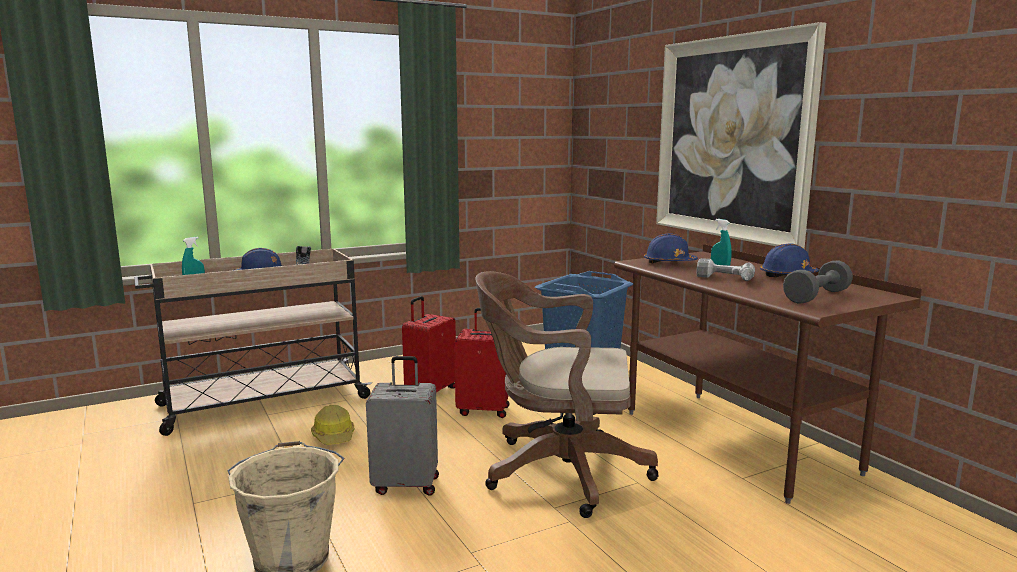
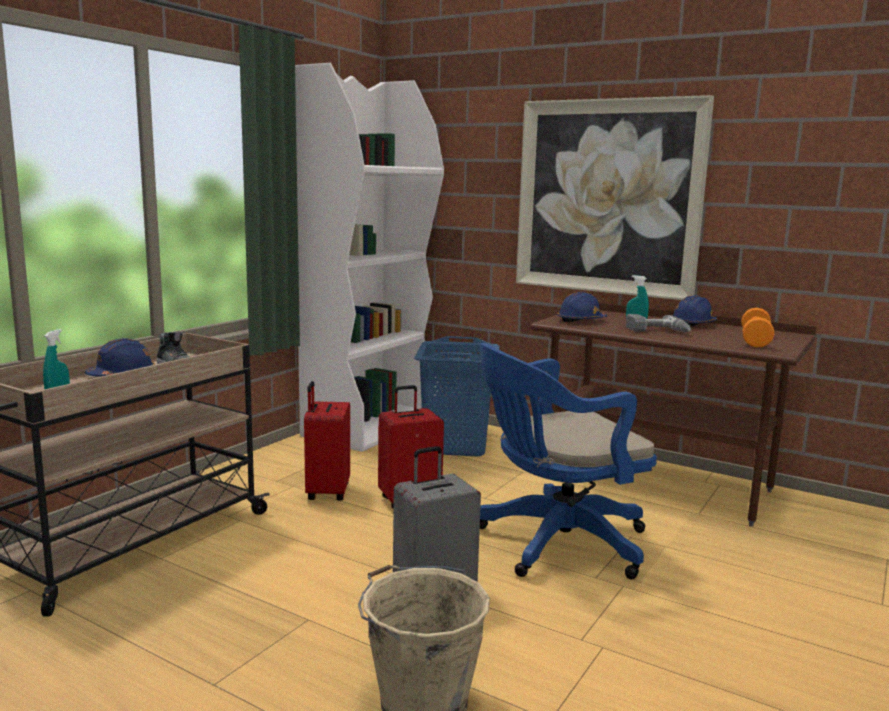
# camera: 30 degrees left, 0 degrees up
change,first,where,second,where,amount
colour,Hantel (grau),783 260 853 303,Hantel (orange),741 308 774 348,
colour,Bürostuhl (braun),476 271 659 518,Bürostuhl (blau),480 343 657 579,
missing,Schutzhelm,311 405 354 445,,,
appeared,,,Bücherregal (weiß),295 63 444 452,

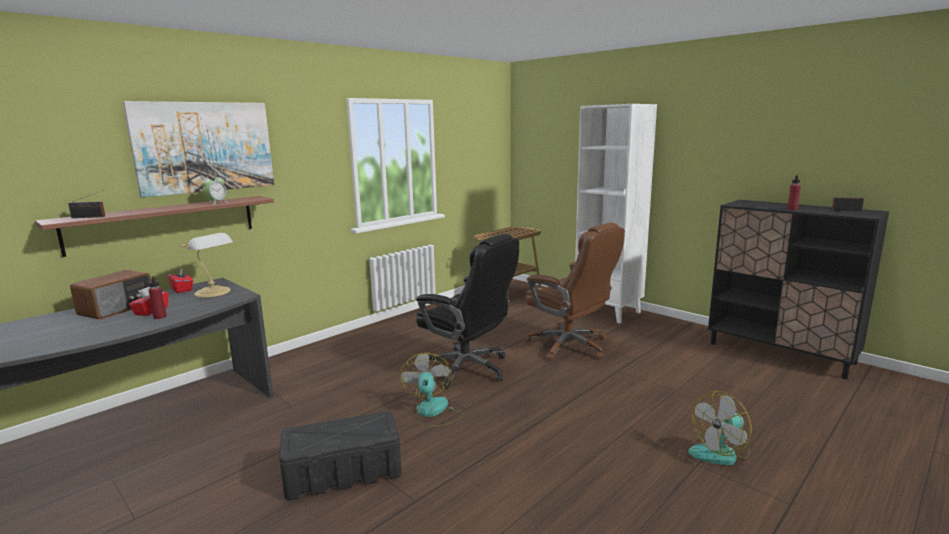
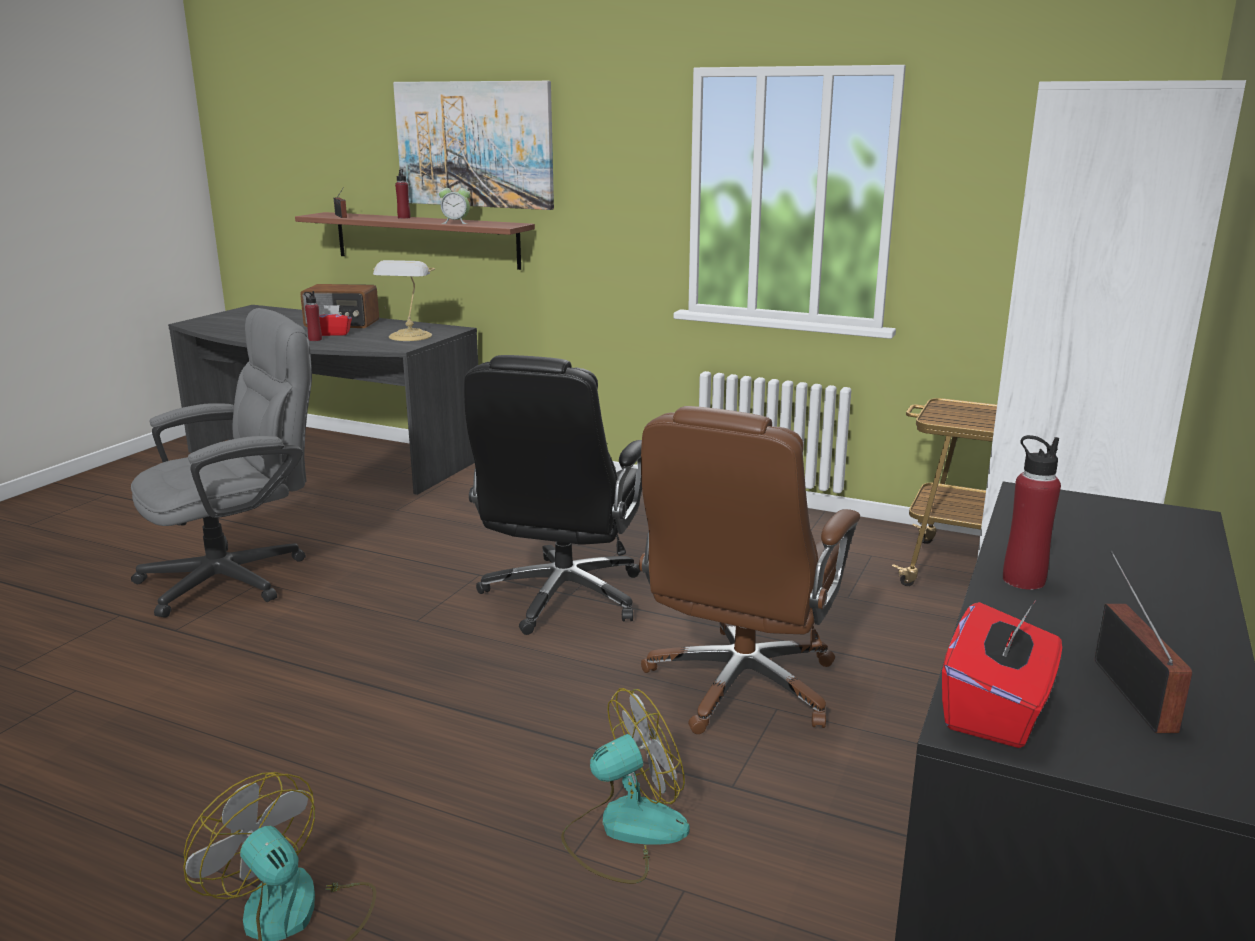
# camera: 70 degrees right, 5 degrees up
change,first,where,second,where,amount
relocated,Taschentuchbox (rot),167 268 193 293,,942 602 1062 748,
relocated,Ventilator,400 353 464 427,,561 688 690 884,
exchanged,Aufbewahrungsbox (schwarz),279 411 402 500,Bürostuhl (grau),131 308 312 618,
appeared,,,Flasche (rot),395 169 411 219,

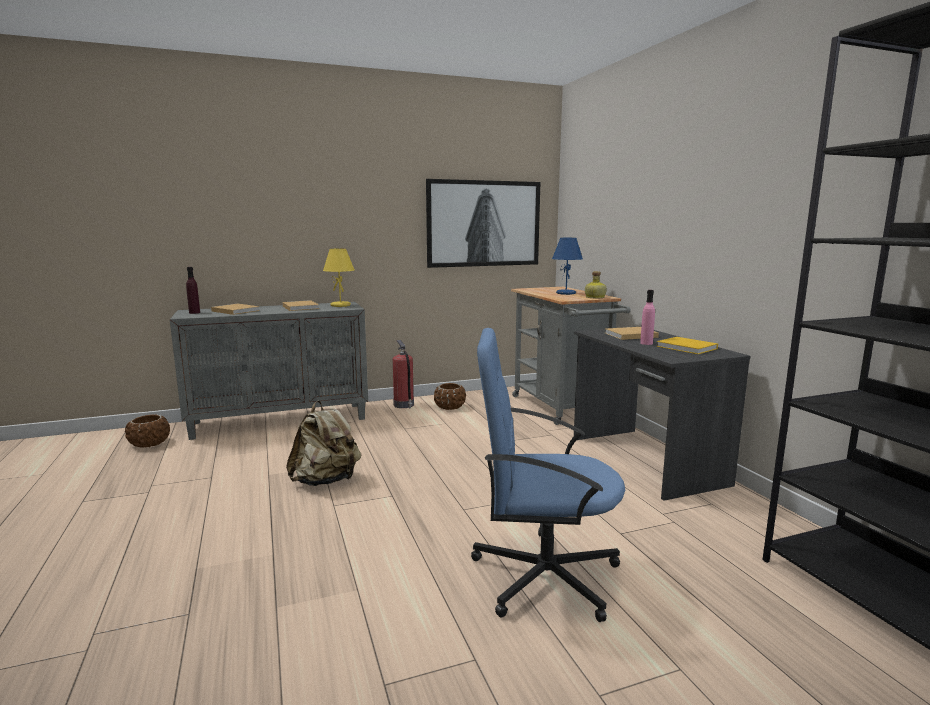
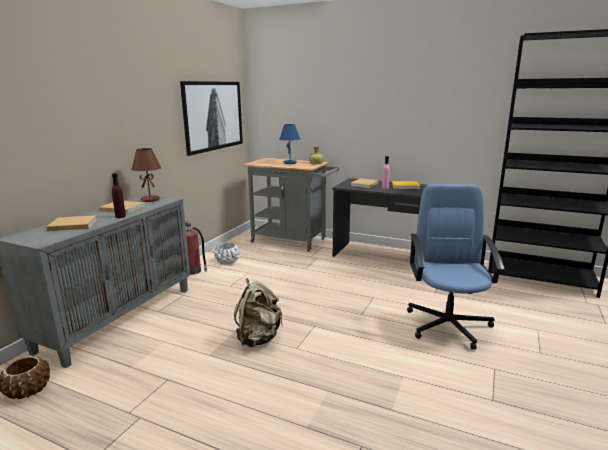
# camera: 45 degrees left, 5 degrees up
change,first,where,second,where,amount
colour,Tischlampe (gelb),323 249 355 307,Tischlampe (braun),131 148 161 202,
relocated,Flasche (lila),186 267 200 314,,112 173 126 218,
spun,Bürostuhl (blau),471 328 625 622,,407 184 505 350,135 degrees clockwise
colour,Pflanzkübel (braun),434 383 466 410,Pflanzkübel (weiß),214 243 239 265,

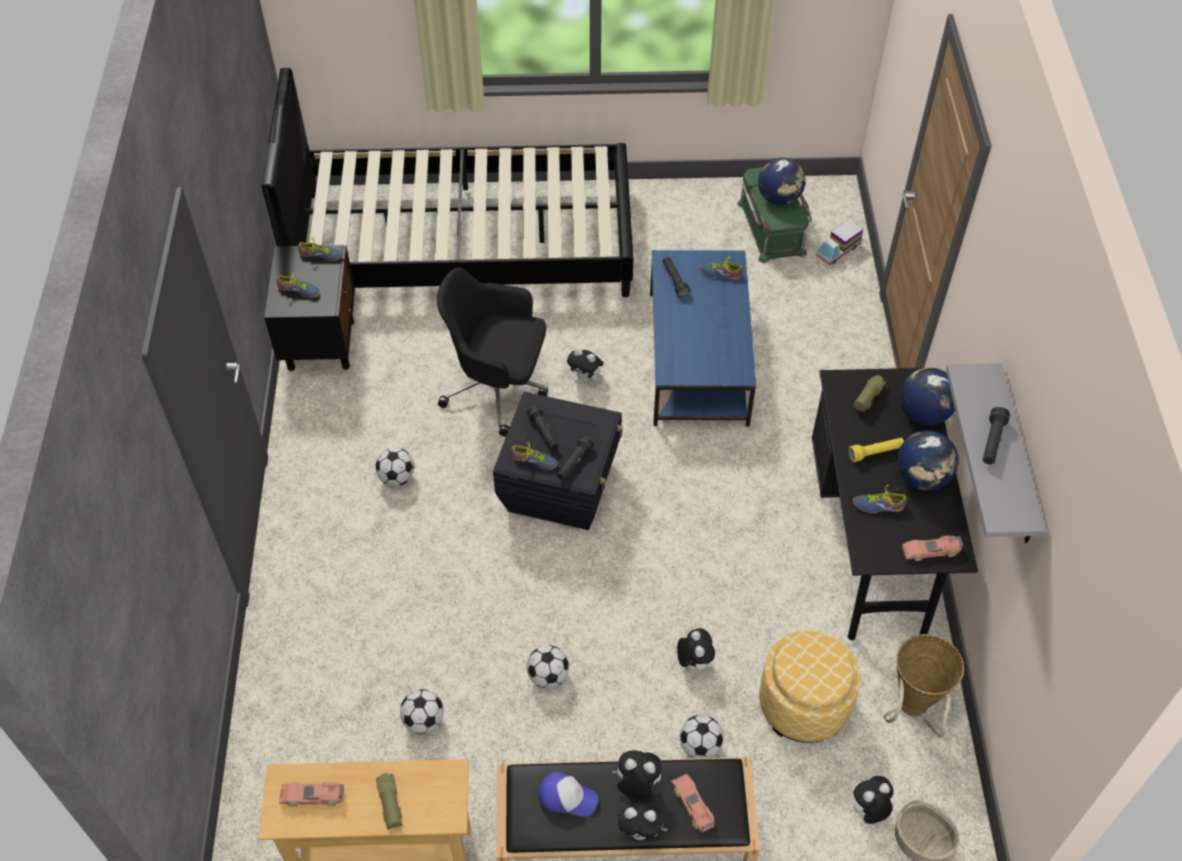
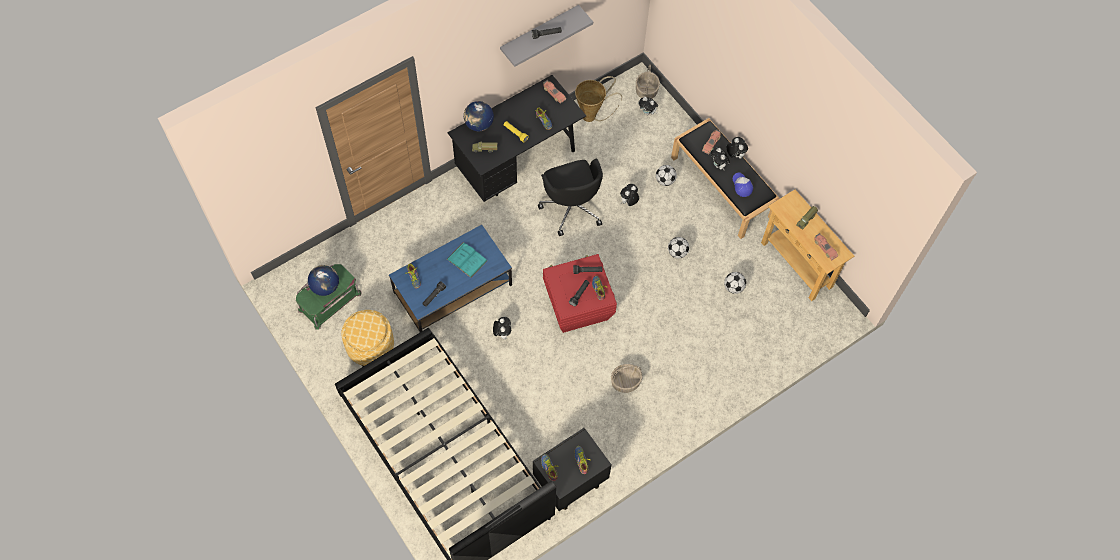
# camera: 125 degrees left, 10 degrees up
change,first,where,second,where,amount
missing,Spielzeuglaster,816 219 863 265,,,
relocated,Bürostuhl (schwarz),437 268 548 437,,538 159 603 236,
colour,Aufbewahrungsbox (schwarz),493 392 623 530,Aufbewahrungsbox (rot),543 254 617 333,
missing,Globus,897 430 959 490,,,
exchanged,Fußball,375 448 414 486,Korb,611 364 642 393,
relocated,Polsterhocker,759 631 861 743,,341 310 394 367,
appeared,,,Buch (türkis),447 242 488 278,

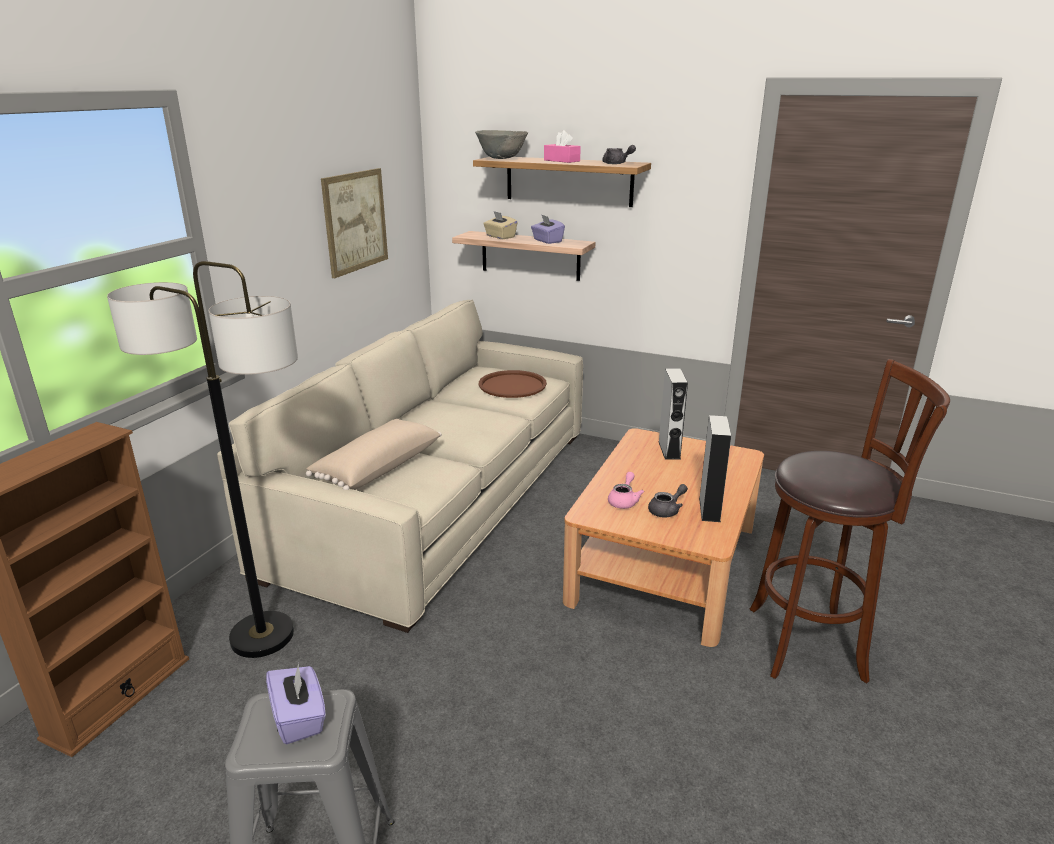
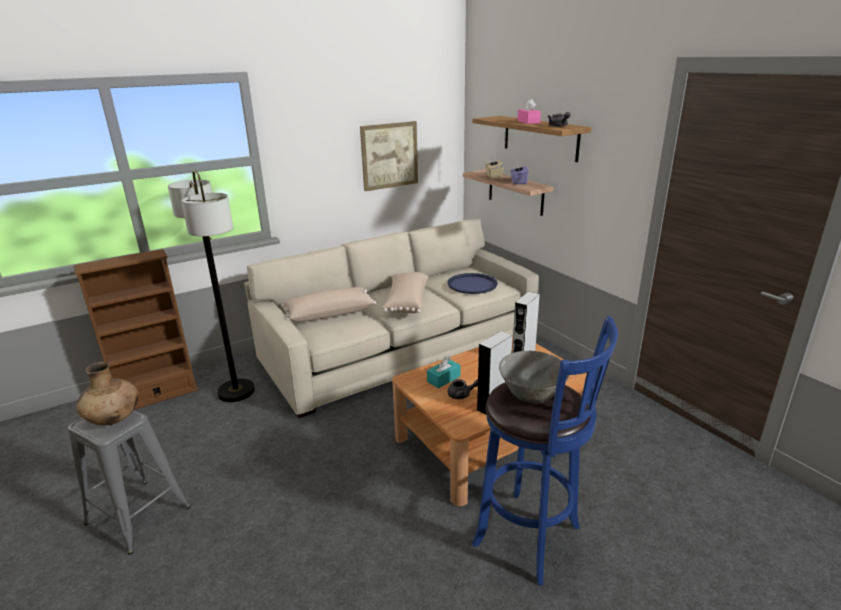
# camera: 35 degrees right, 0 degrees up
change,first,where,second,where,amount
relocated,Schüssel (grau),475 130 528 159,,499 351 570 403,
colour,Hocker (braun),749 359 950 683,Hocker (blau),472 316 618 586,
colour,Tablett (braun),479 370 547 398,Tablett (blau),447 273 498 294,
exchanged,Teekanne (rosa),608 472 644 509,Taschentuchbox (türkis),427 356 461 388,
exchanged,Taschentuchbox (lila),266 663 326 744,Vase (braun),76 362 139 425,
appeared,,,Kissen (beige),382 272 428 313,

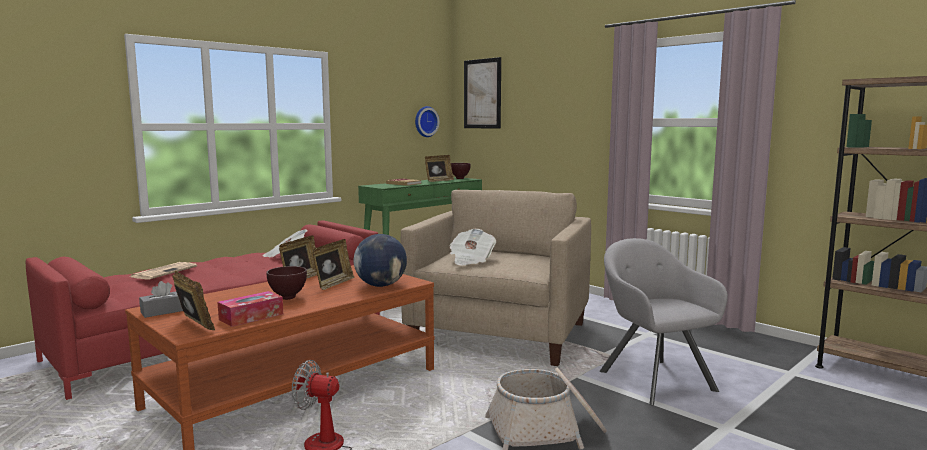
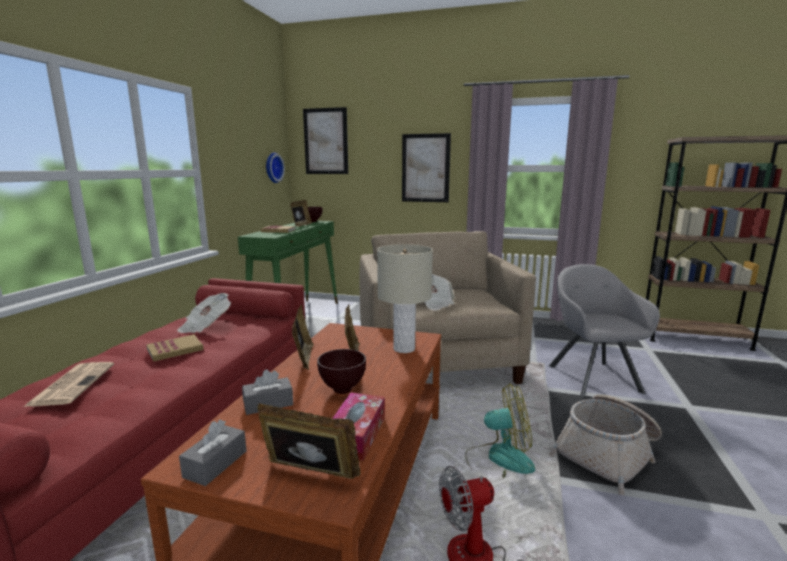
# camera: 30 degrees left, 5 degrees up
change,first,where,second,where,amount
exchanged,Globus,354 234 407 287,Tischlampe (beige),377 244 433 353,
spun,Sessel (grau),600 238 728 406,,549 264 660 398,45 degrees clockwise
appeared,,,Bild,402 133 451 202,
appeared,,,Buch,147 335 204 362,
appeared,,,Taschentuchbox (grau),242 369 293 415,
appeared,,,Ventilator,465 383 535 478,

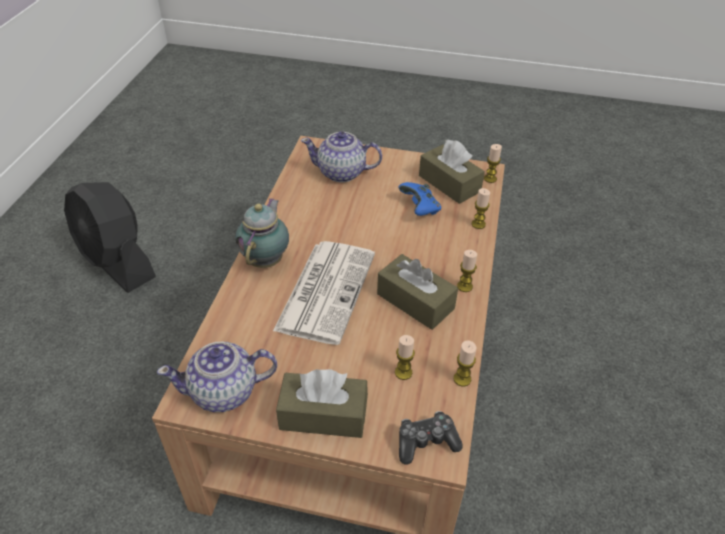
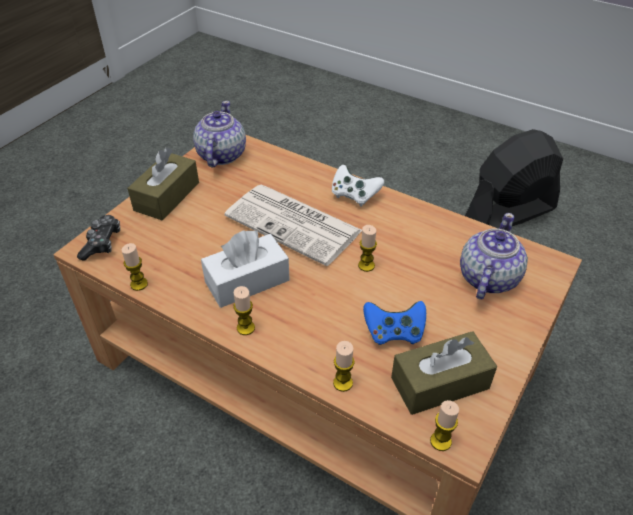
# camera: 110 degrees right, 0 degrees up
change,first,where,second,where,amount
exchanged,Teekanne,235 198 289 268,Gamepad (weiß),332 165 384 207,
colour,Taschentuchbox (braun),377 254 458 330,Taschentuchbox (weiß),201 230 290 308,
relocated,Kerze,395 335 415 380,,358 225 377 272,

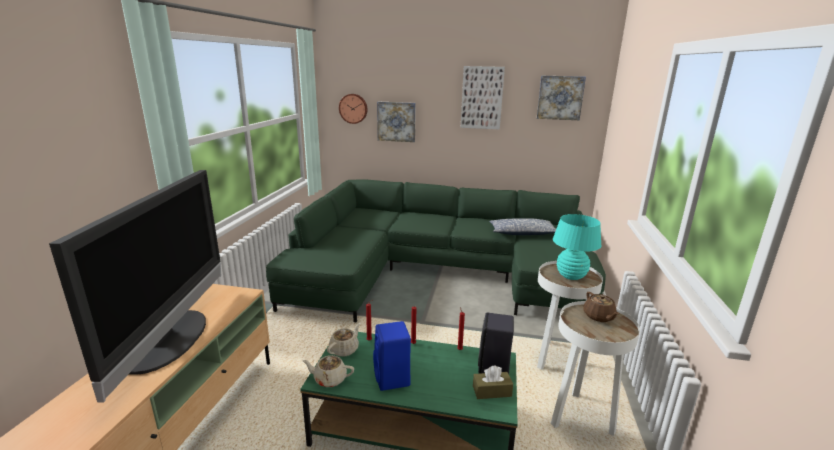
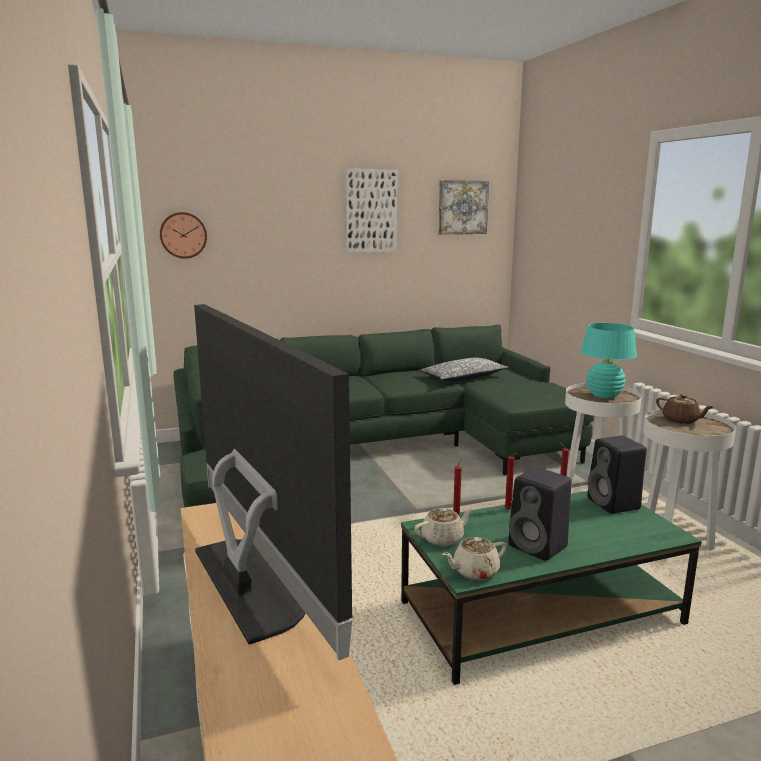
# camera: 30 degrees left, 5 degrees down
change,first,where,second,where,amount
missing,Bild,377 101 416 142,,,
colour,Lautsprecher (blau),373 321 411 391,Lautsprecher (schwarz),508 467 572 561,
spun,Teekanne (beige),327 323 360 357,,414 508 473 547,60 degrees clockwise
missing,Taschentuchbox (braun),473 365 513 399,,,

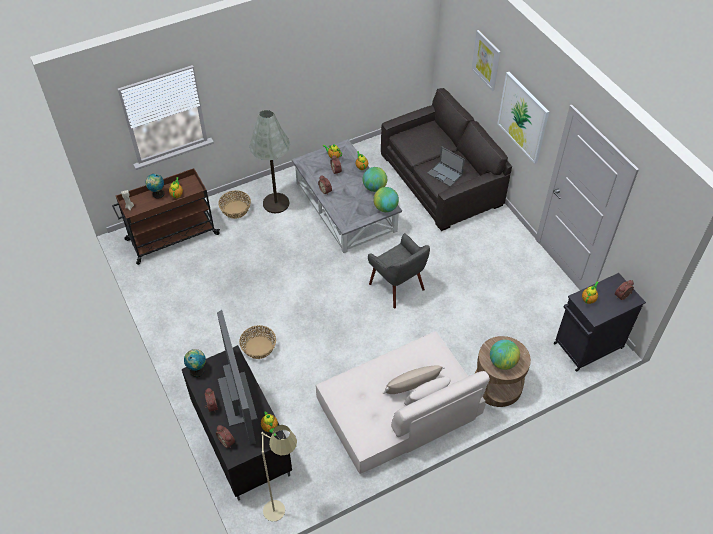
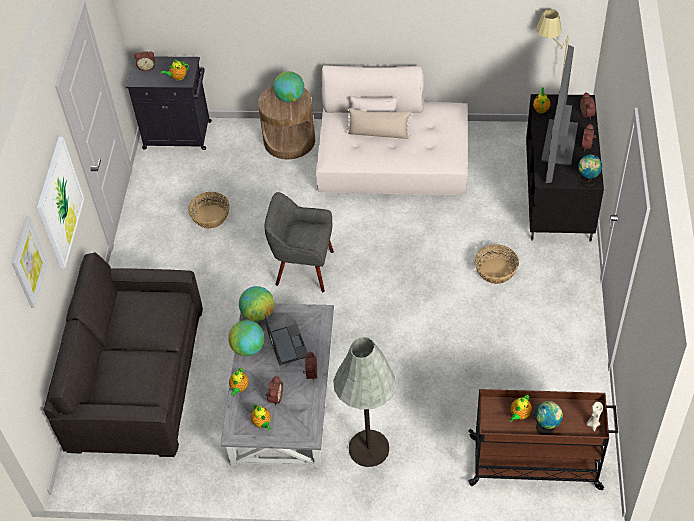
# camera: 145 degrees left, 0 degrees up
change,first,where,second,where,amount
relocated,Laptop,427 146 465 187,,265 314 308 365,
relocated,Korb,218 190 251 219,,188 192 230 229,
spun,Sessel (grau),368 233 430 308,,265 192 334 292,75 degrees counterclockwise

